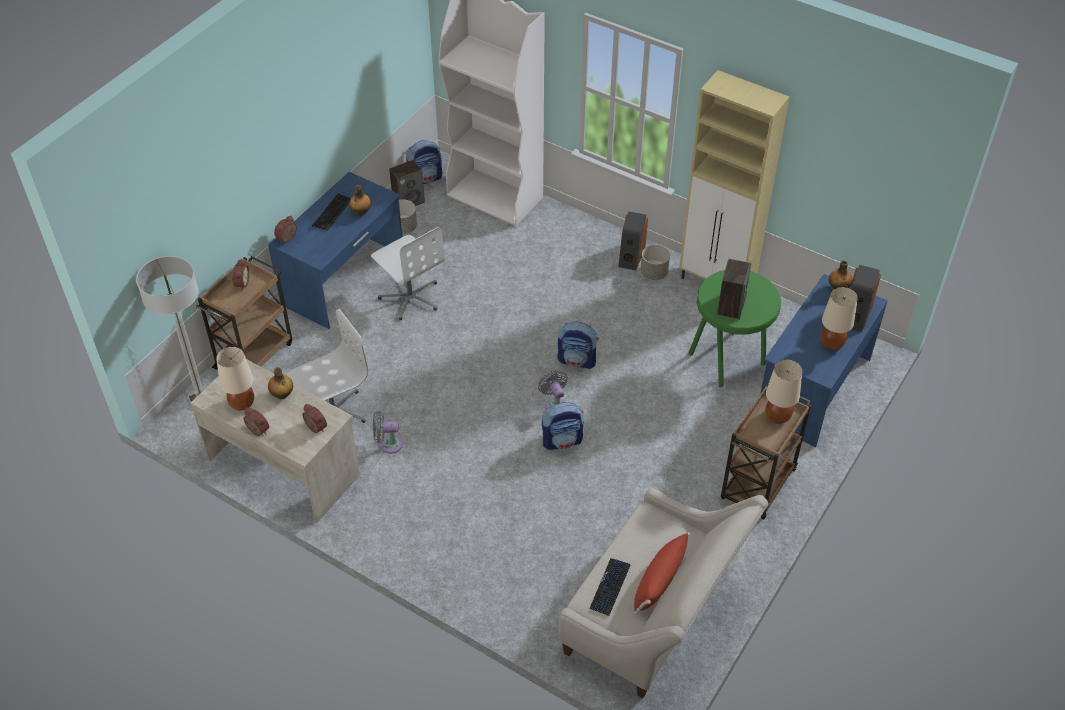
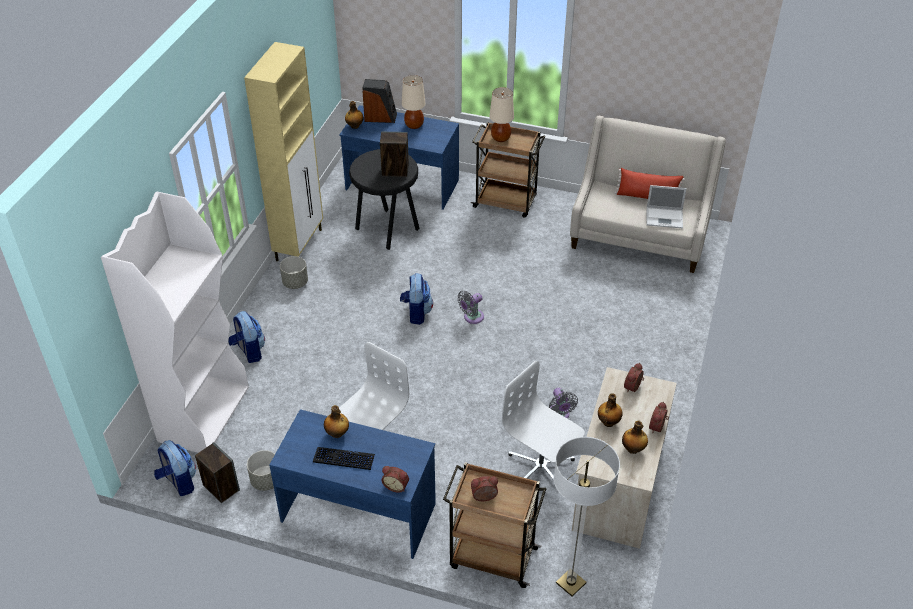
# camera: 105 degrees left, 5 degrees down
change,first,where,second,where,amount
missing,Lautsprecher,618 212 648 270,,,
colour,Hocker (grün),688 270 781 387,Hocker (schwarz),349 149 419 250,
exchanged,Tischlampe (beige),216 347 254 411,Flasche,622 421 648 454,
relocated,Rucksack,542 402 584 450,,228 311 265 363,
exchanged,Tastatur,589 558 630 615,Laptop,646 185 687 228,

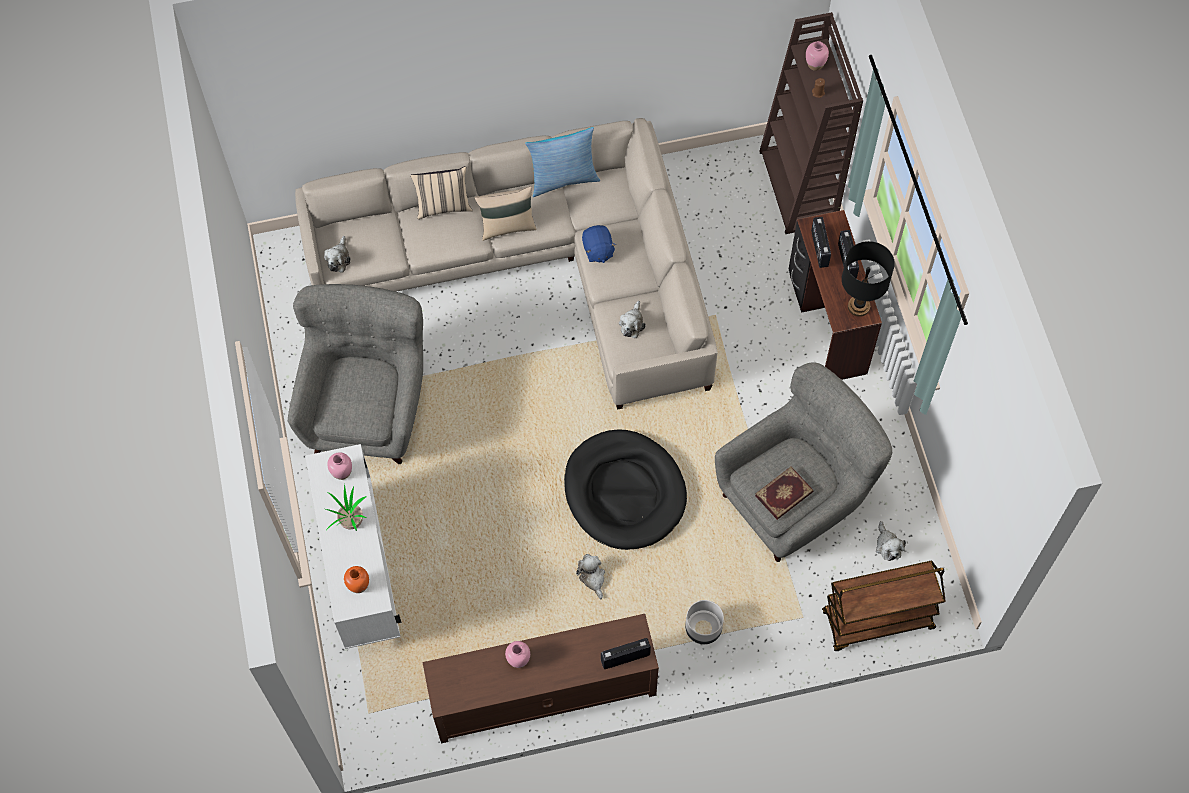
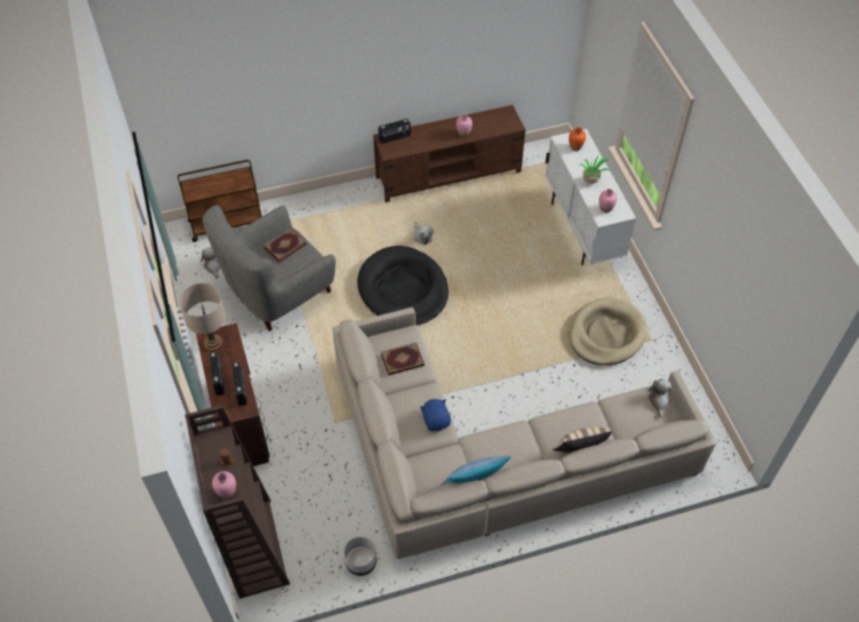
# camera: 175 degrees right, 10 degrees down
change,first,where,second,where,amount
missing,Kissen (beige),475 186 537 241,,,
colour,Tischlampe (schwarz),842 241 895 317,Tischlampe (beige),179 283 226 351,
exchanged,Sessel (grau),288 284 423 464,Hundebett (beige),569 298 647 365,
exchanged,Plüschtier,619 301 646 338,Buch,381 343 424 375,
relocated,Pflanzkübel (grau),685 600 724 644,,344 536 377 576,

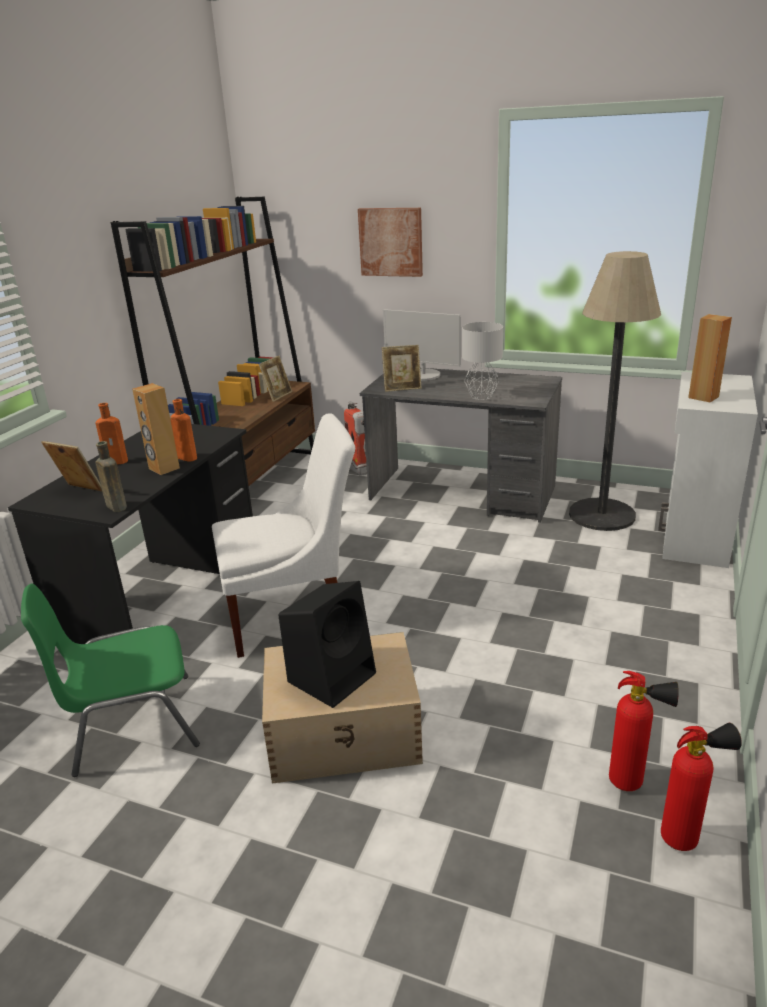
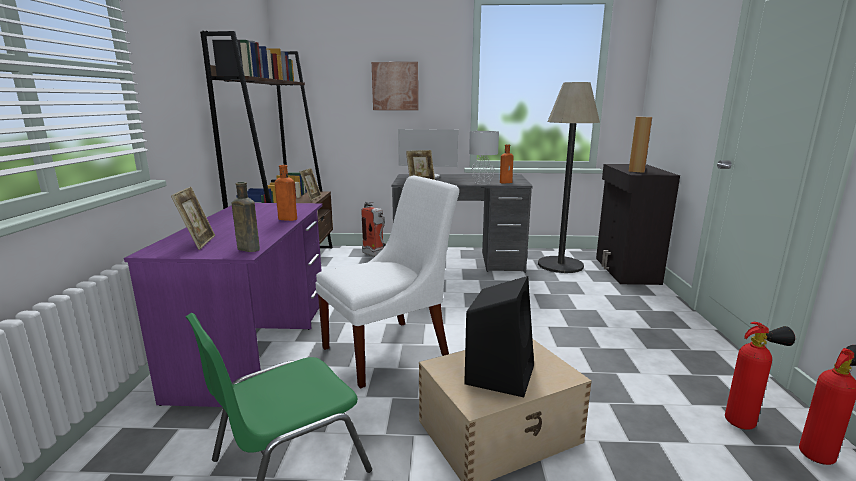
# camera: 20 degrees left, 10 degrees down
change,first,where,second,where,amount
colour,Schrank (weiß),658 372 758 568,Schrank (schwarz),596 164 680 285,
missing,Lautsprecher (braun),132 383 180 475,,,
relocated,Flasche (orange),96 403 128 464,,500 144 513 184,
colour,Schreibtisch (schwarz),8 424 253 644,Schreibtisch (lila),124 203 322 407,
spun,Bilderrahmen,41 441 102 492,,171 187 215 250,75 degrees clockwise

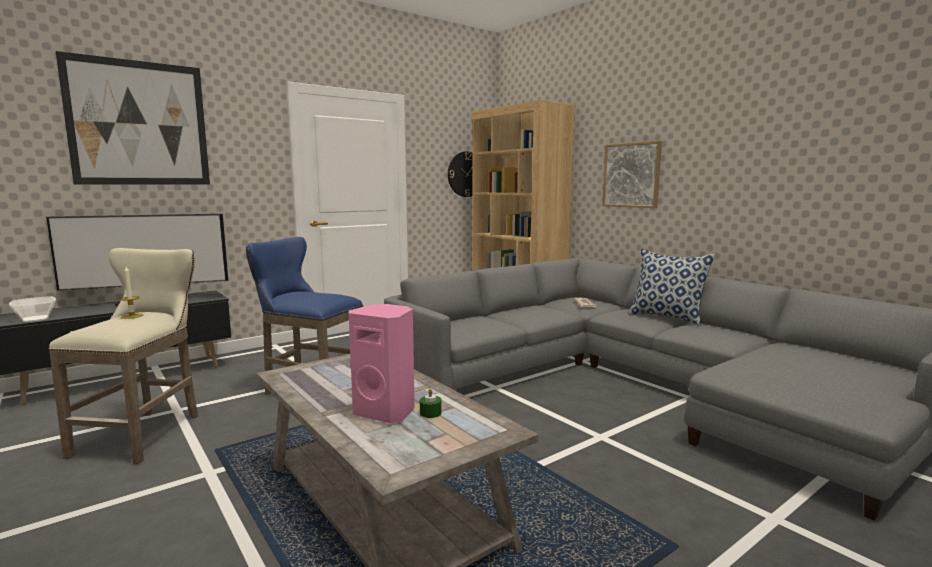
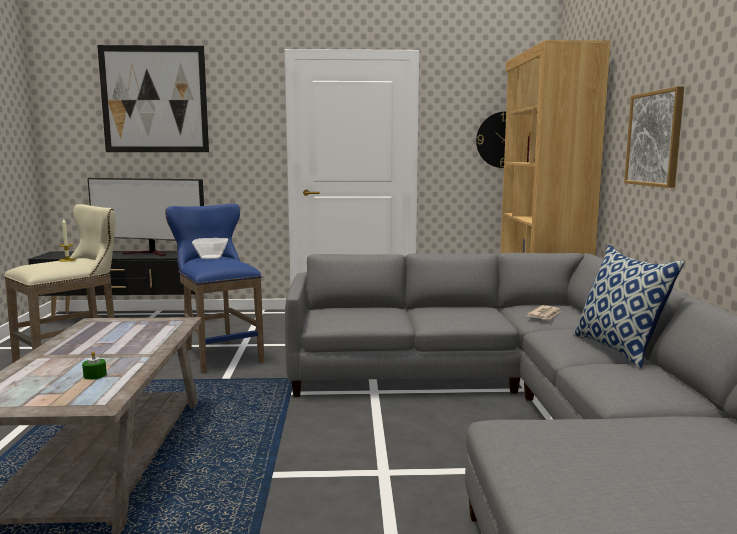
# camera: 35 degrees right, 0 degrees up
change,first,where,second,where,amount
relocated,Schüssel,9 296 56 322,,192 238 228 259,
missing,Lautsprecher (rosa),348 304 415 423,,,

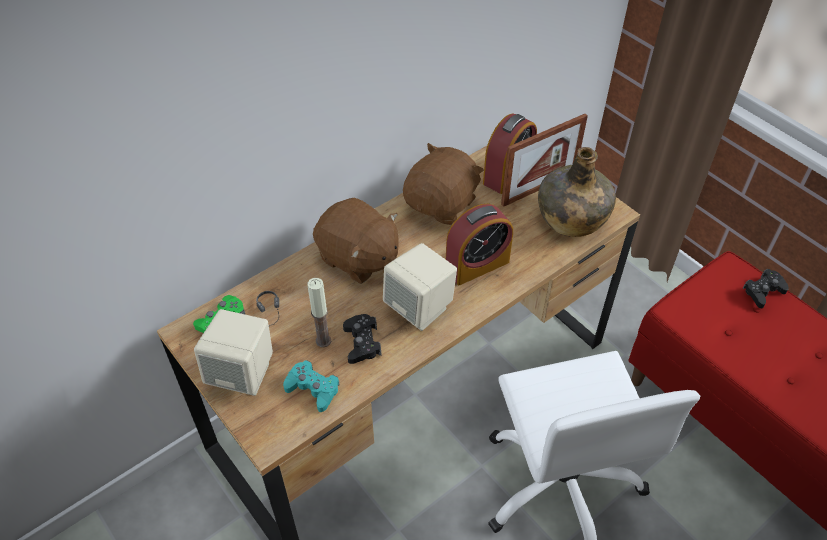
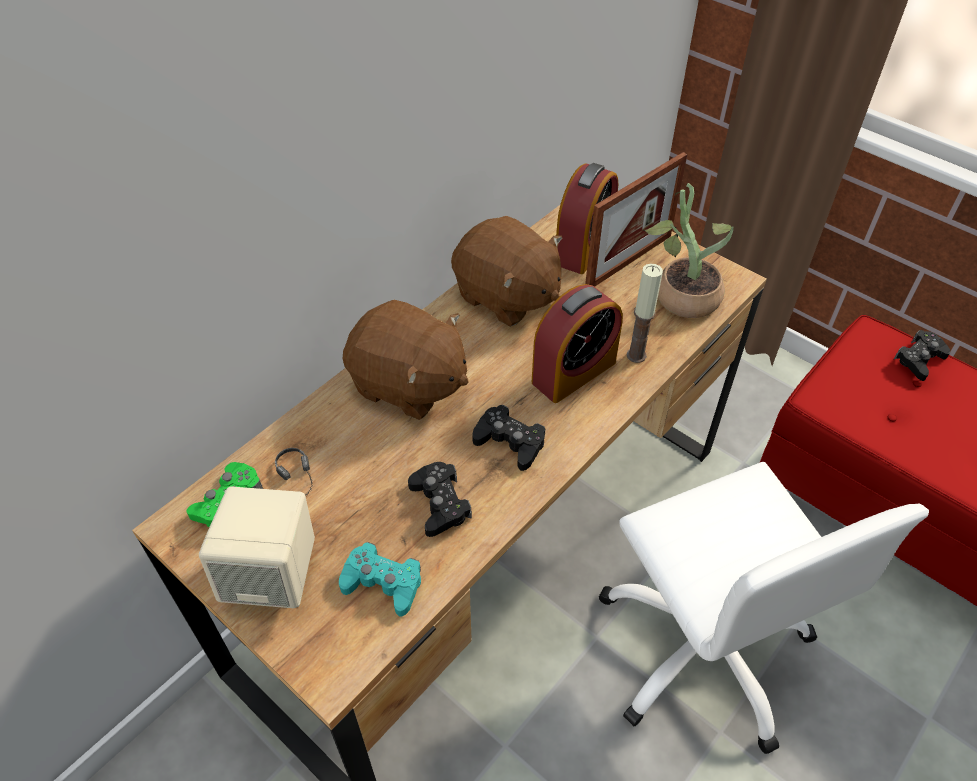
# camera: 10 degrees left, 0 degrees up
change,first,where,second,where,amount
spun,Plüschtier (braun),403 143 484 225,,451 216 562 327,105 degrees clockwise
exchanged,Flasche (grün),538 147 616 237,Topfpflanze,644 183 733 318,
exchanged,Lautsprecher (beige),383 243 457 331,Gamepad (schwarz),472 405 545 471,
relocated,Kerze,307 278 331 347,,626 264 663 363,

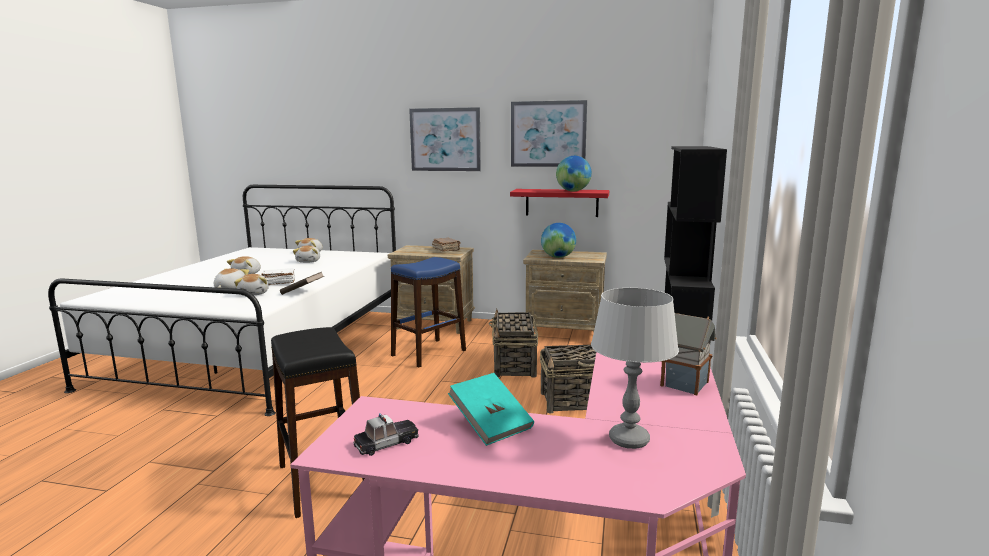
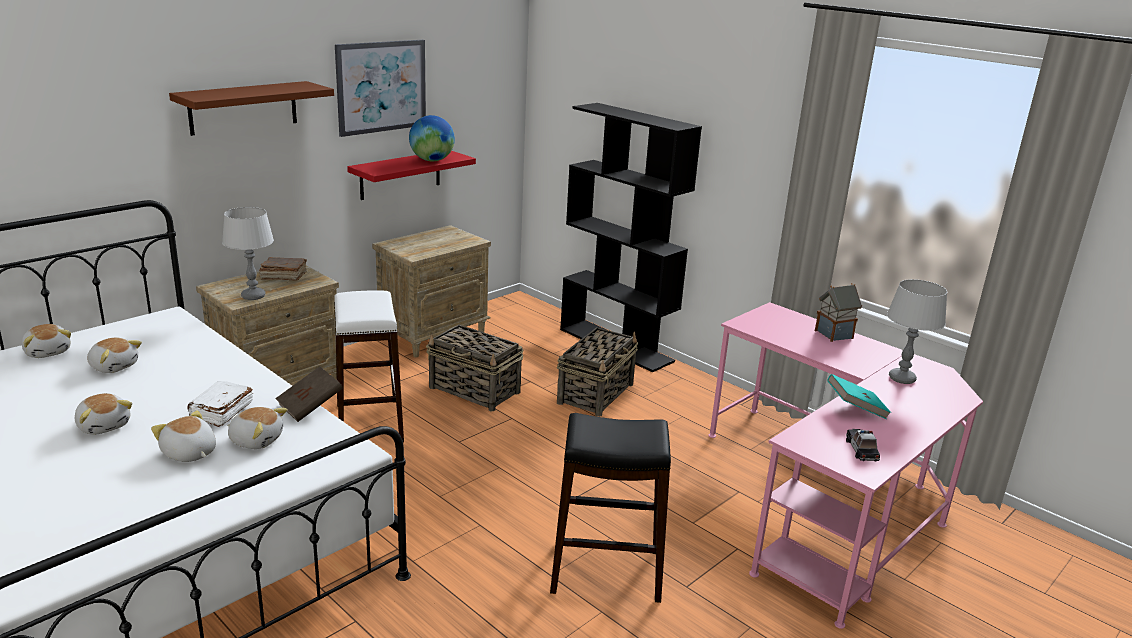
# camera: 60 degrees left, 10 degrees up
change,first,where,second,where,amount
exchanged,Bild,409 107 481 171,Wandregal (braun),169 81 334 136,
missing,Globus,541 223 576 258,,,
colour,Hocker (blau),391 257 466 367,Hocker (weiß),334 290 404 443,
appeared,,,Tischlampe (grau),222 207 274 300,

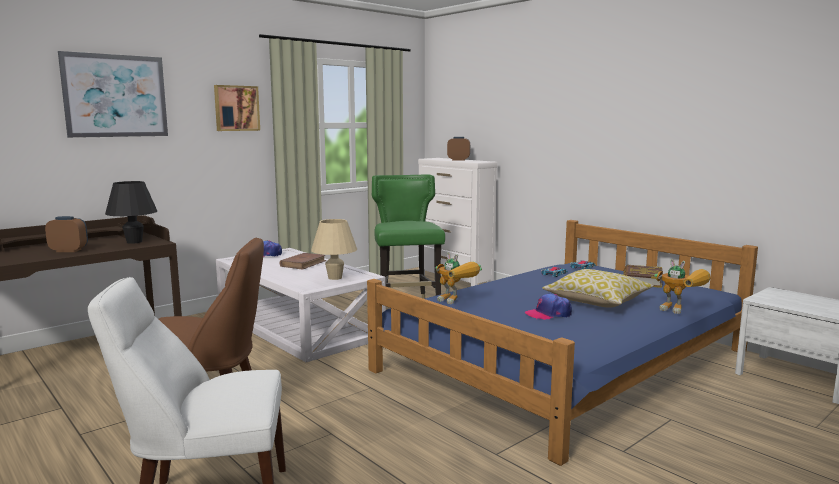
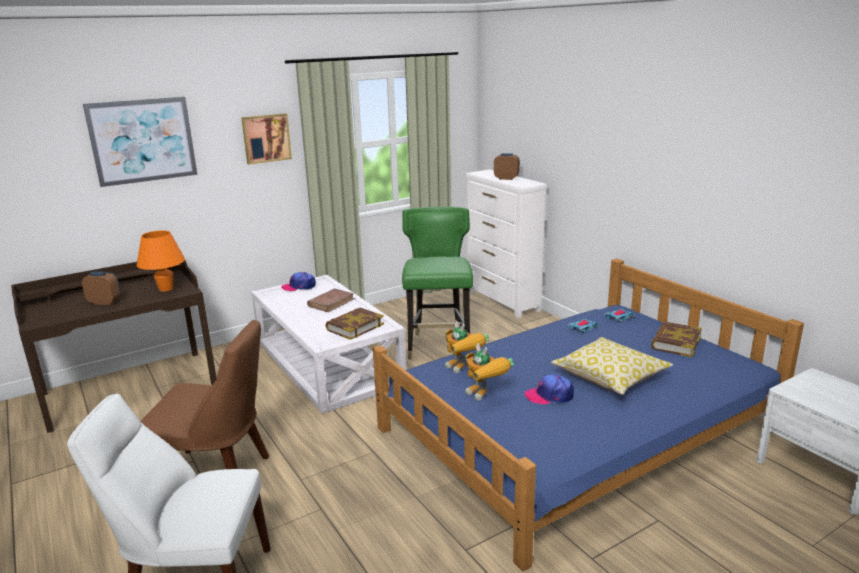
# camera: 10 degrees right, 10 degrees up
change,first,where,second,where,amount
colour,Tischlampe (schwarz),105 181 157 244,Tischlampe (orange),137 230 185 291,
exchanged,Tischlampe (beige),311 219 357 280,Buch,325 308 384 340,
relocated,Spielzeugroboter,654 259 711 314,,465 343 514 401,

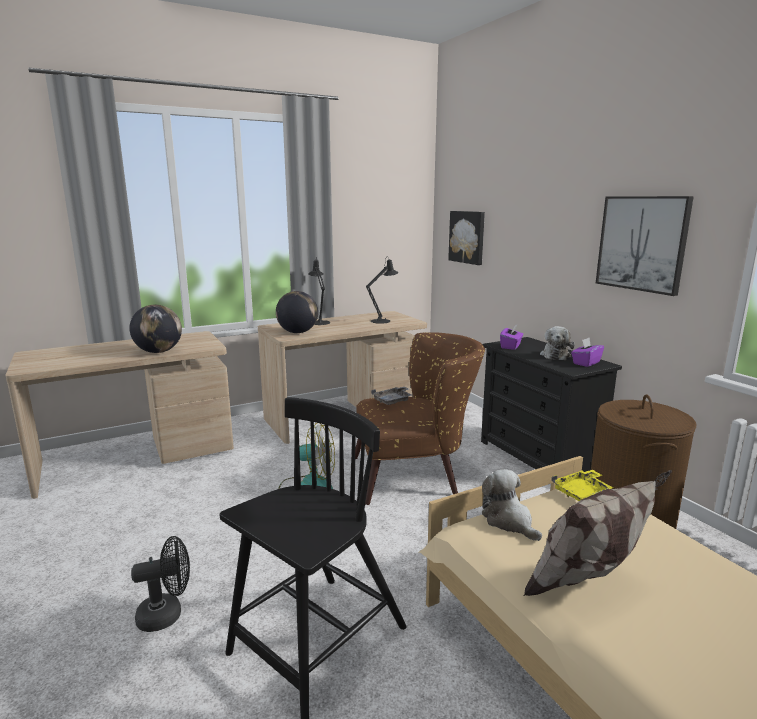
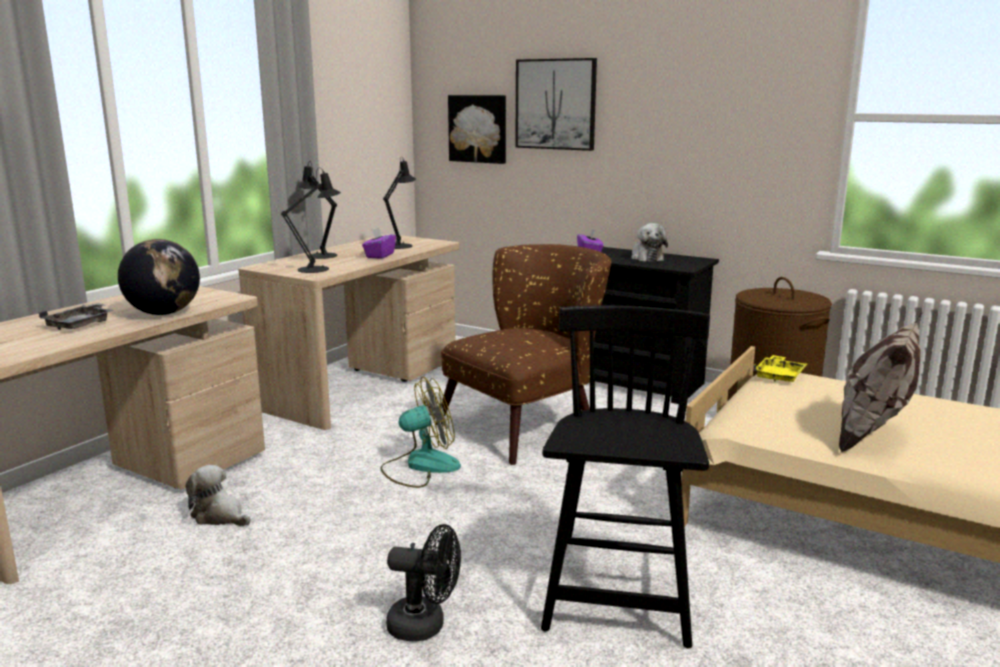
# camera: 30 degrees left, 0 degrees up
change,first,where,second,where,amount
relocated,Bild,596 196 694 296,,515 58 597 151,
exchanged,Globus,276 291 318 333,Tischlampe (schwarz),281 167 341 273,
relocated,Taschentuchbox (lila),571 338 604 367,,362 227 396 259,
relocated,Tablett (grau),371 387 412 405,,39 303 113 330,
relocated,Plüschtier,482 469 542 541,,186 465 251 526,
spun,Ventilator (schwarz),131 536 190 632,,386 524 461 641,60 degrees clockwise

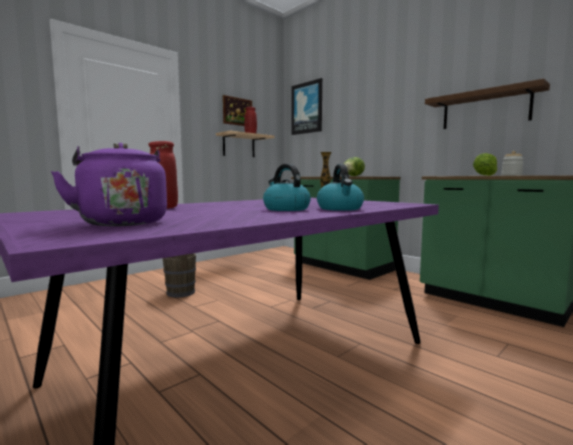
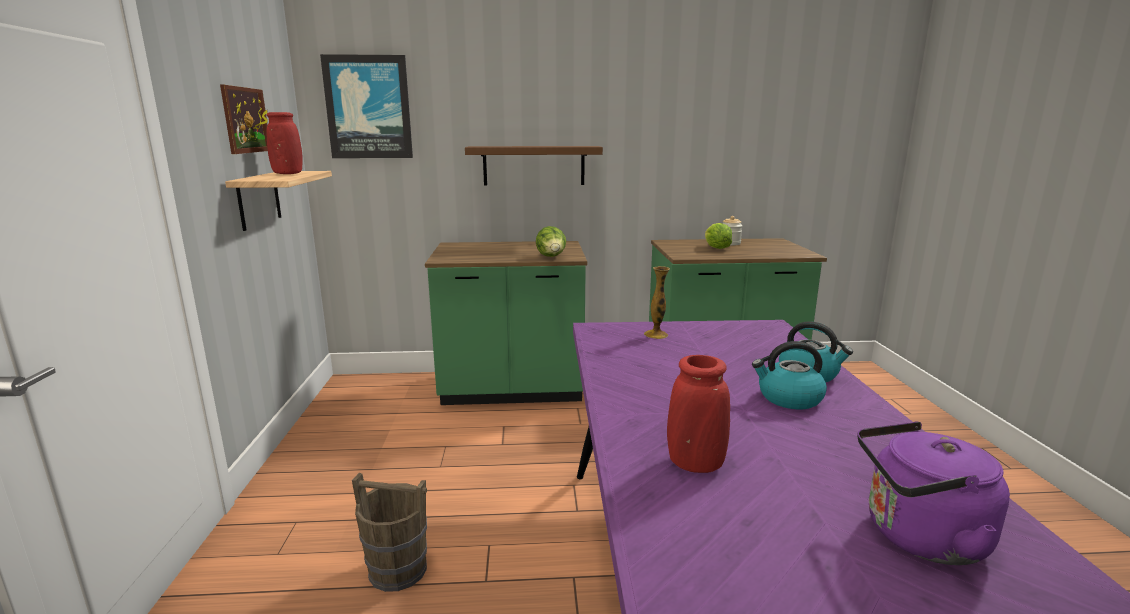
# camera: 50 degrees left, 10 degrees up
change,first,where,second,where,amount
relocated,Wandregal (braun),425 79 550 129,,465 146 603 186,

